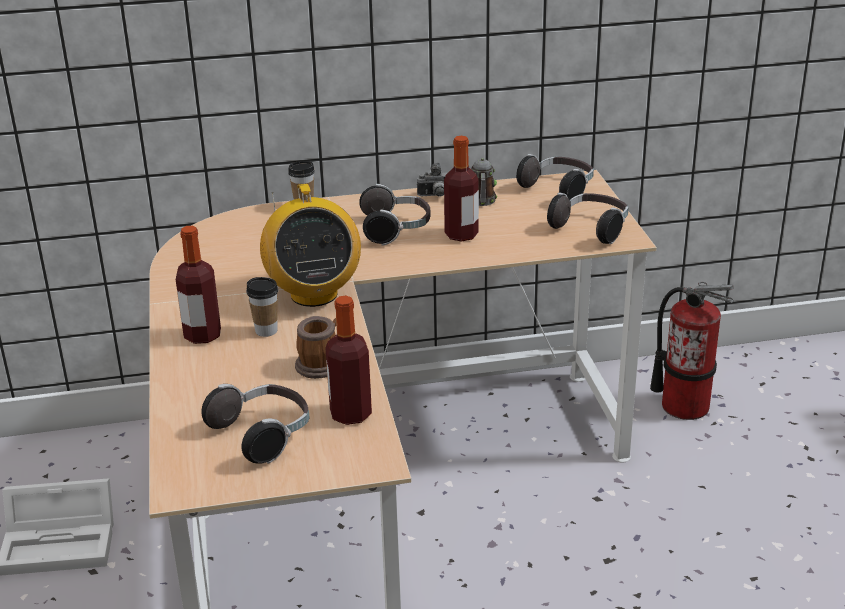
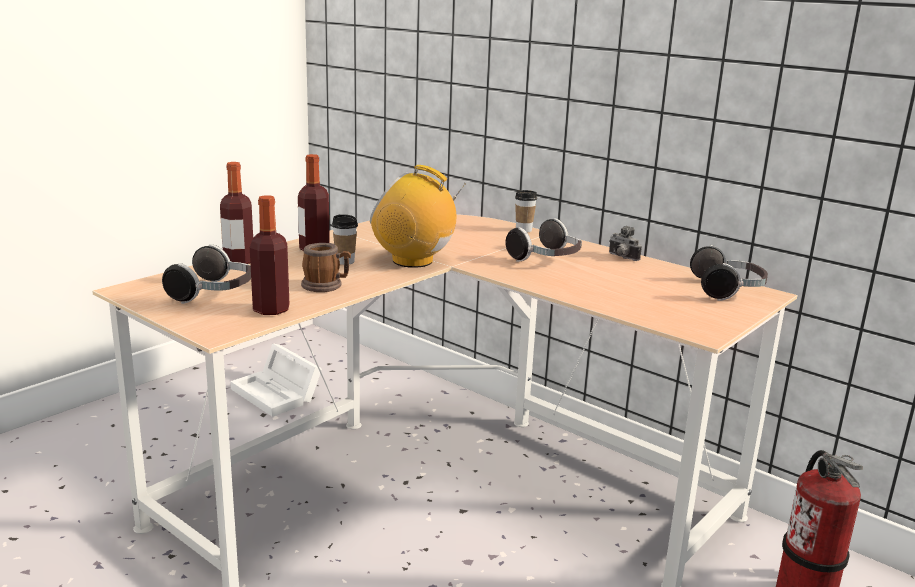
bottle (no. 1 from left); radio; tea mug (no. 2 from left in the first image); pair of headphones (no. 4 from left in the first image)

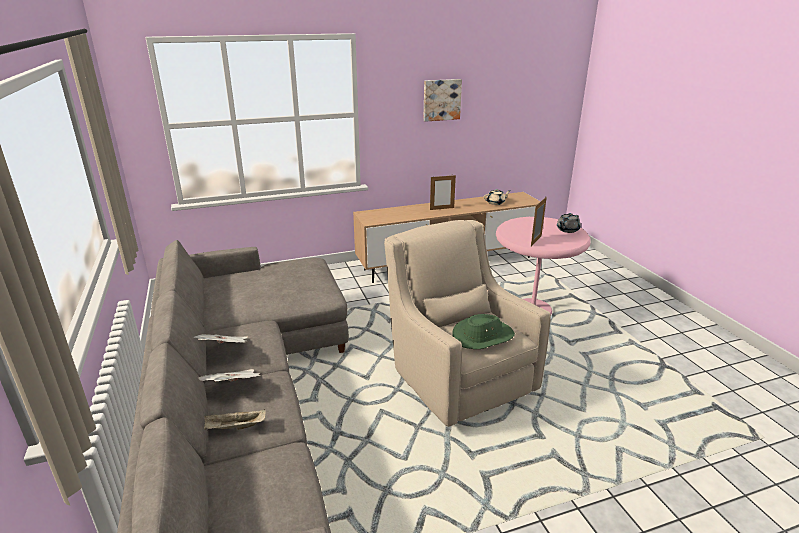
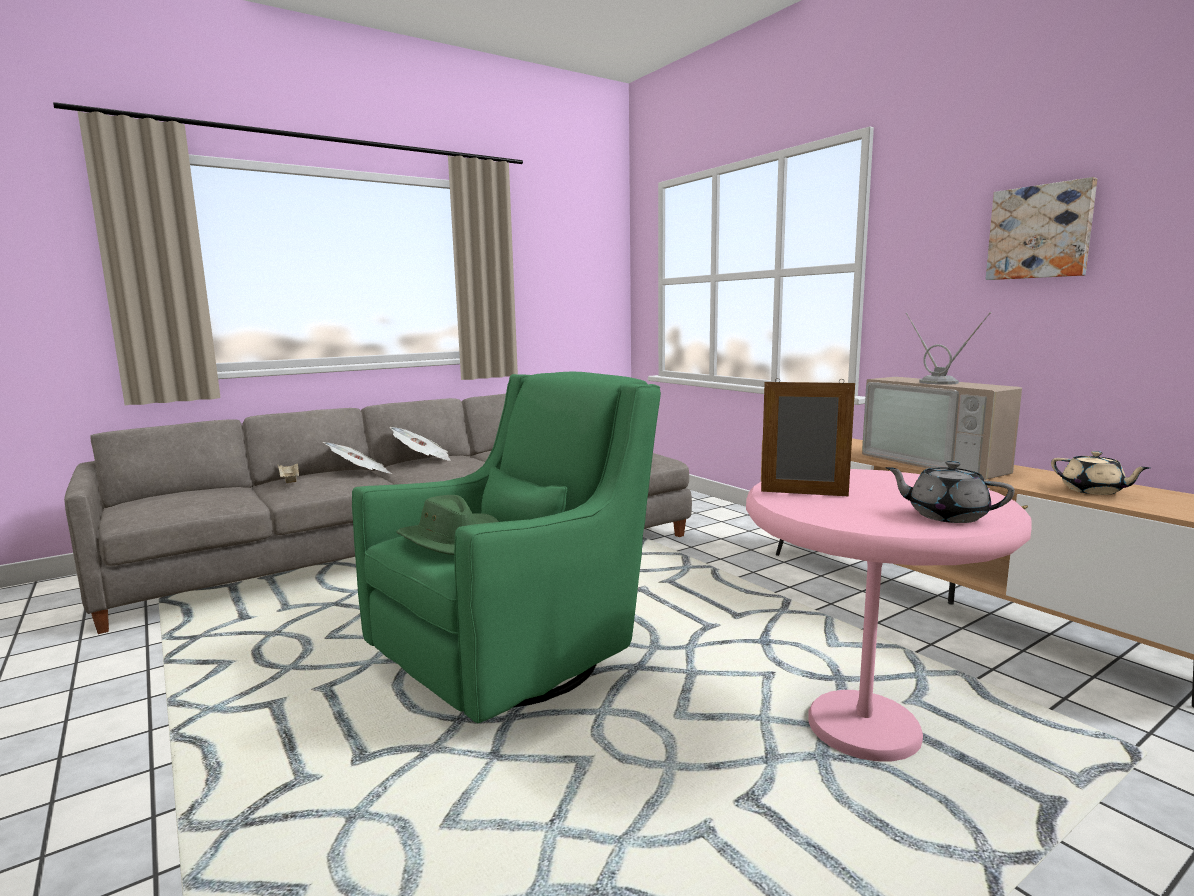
green lounge chair; television

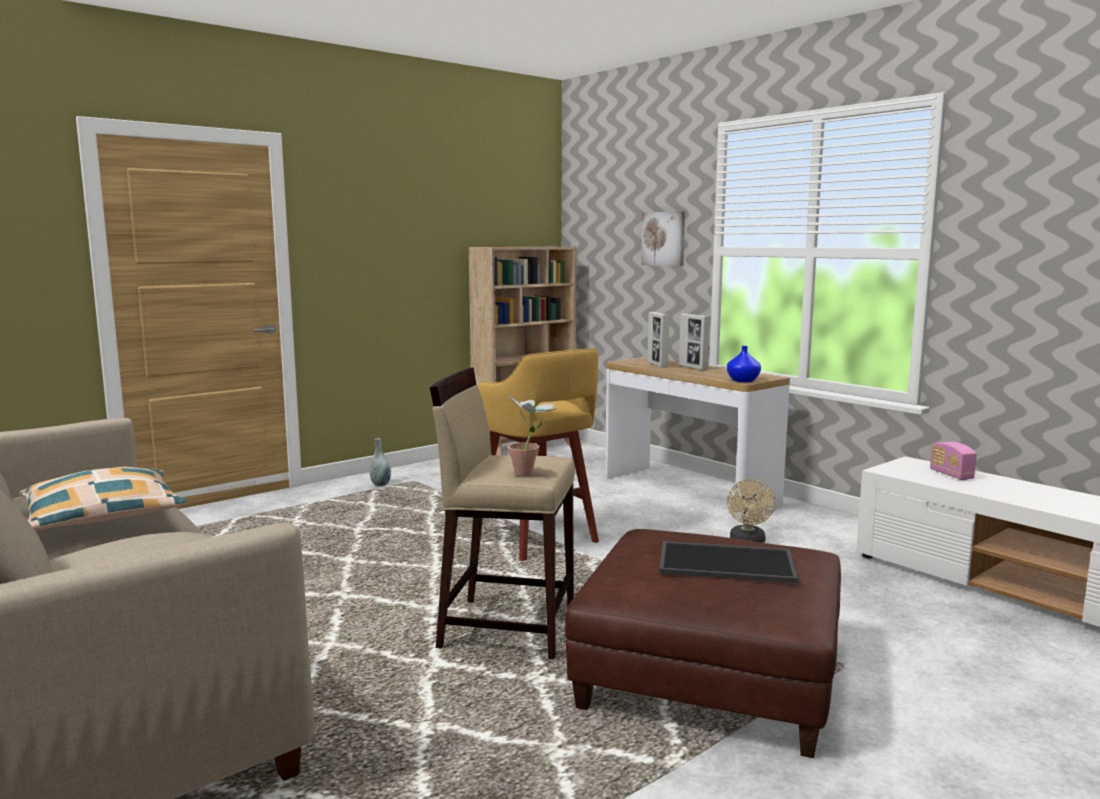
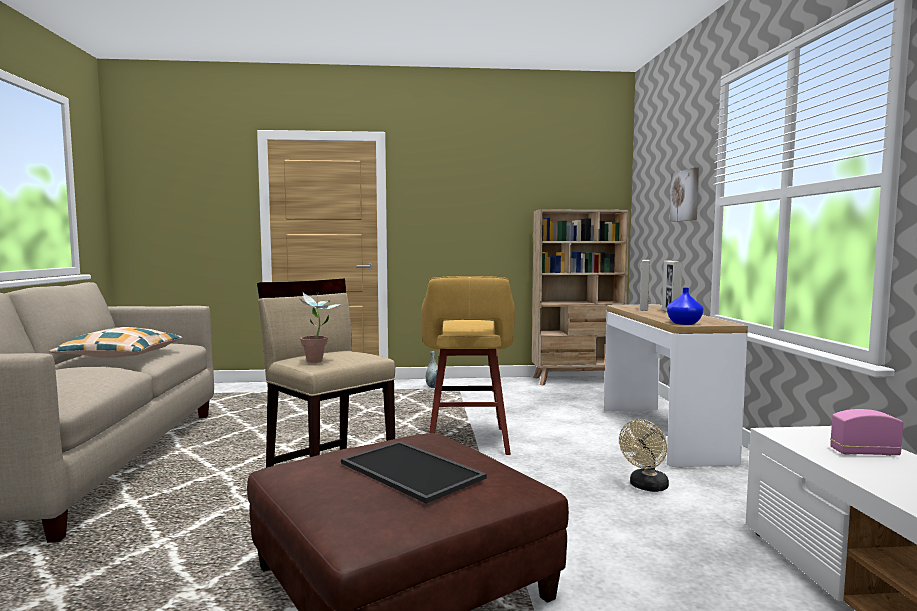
radio

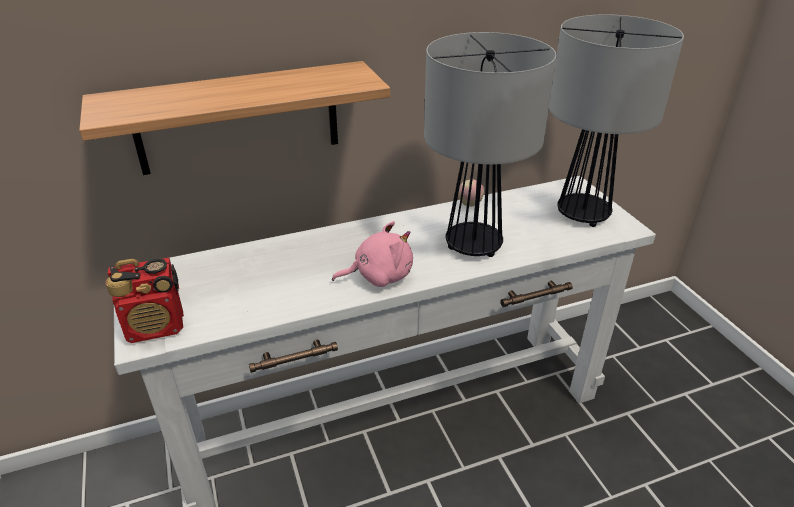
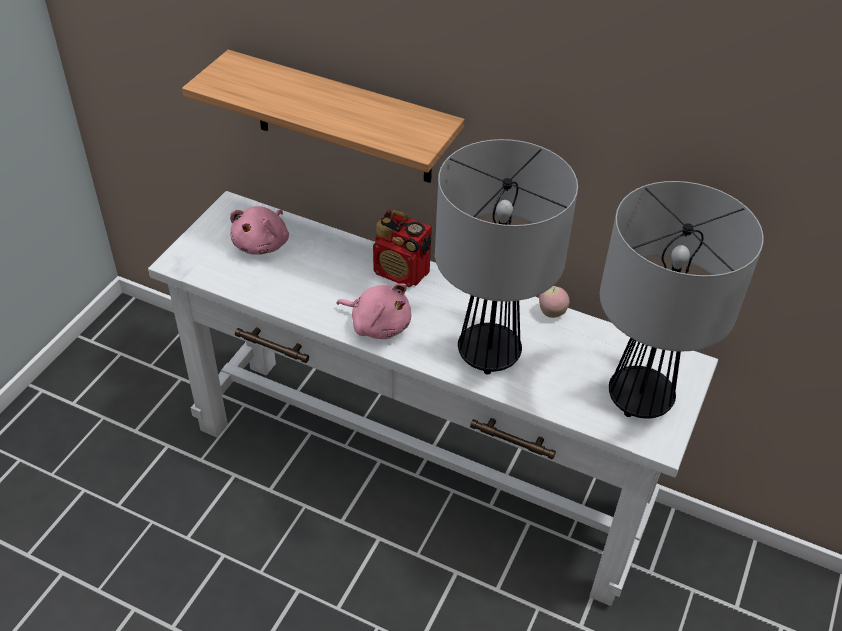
pink cuddly toy (no. 1 from left); radio

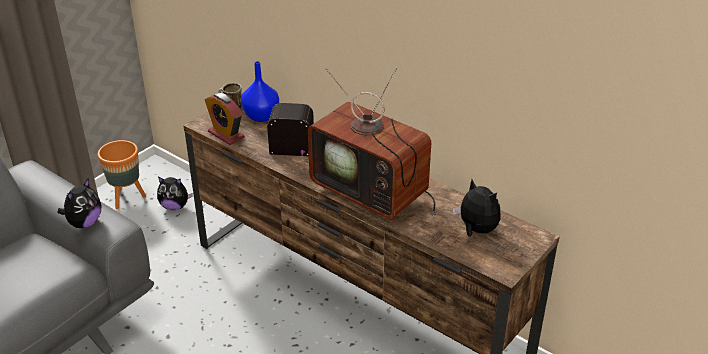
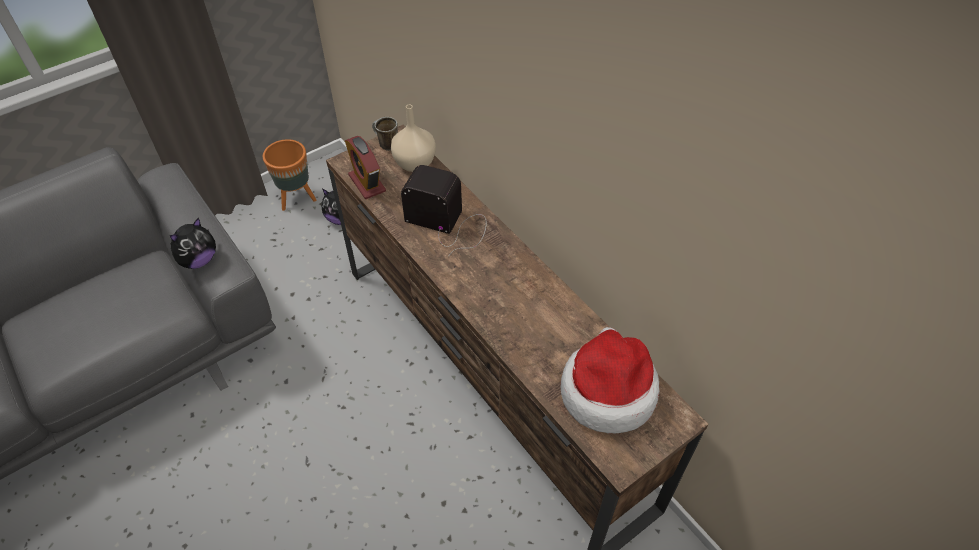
beige-coloured vase; hat; television

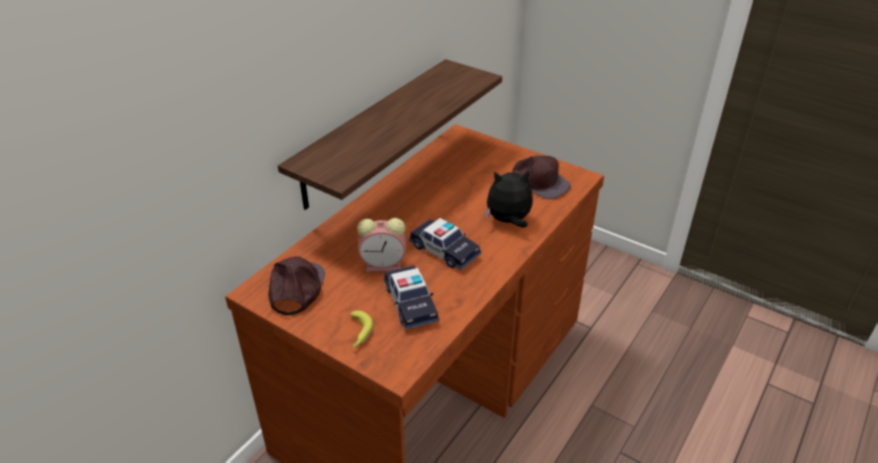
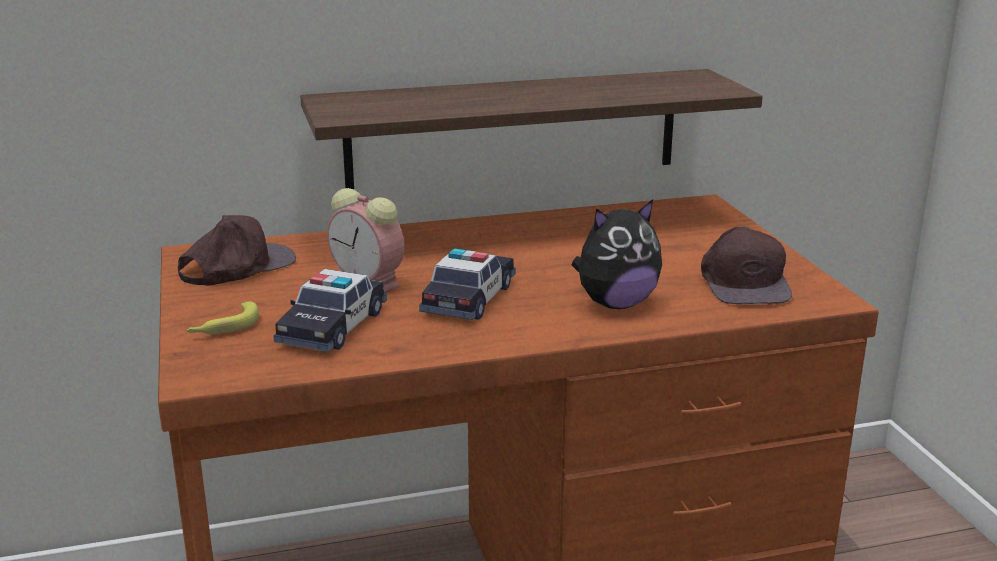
toy car (no. 2 from left); cuddly toy

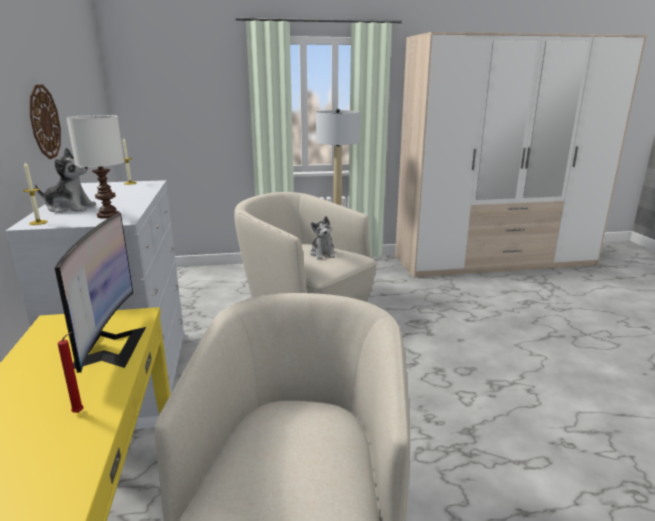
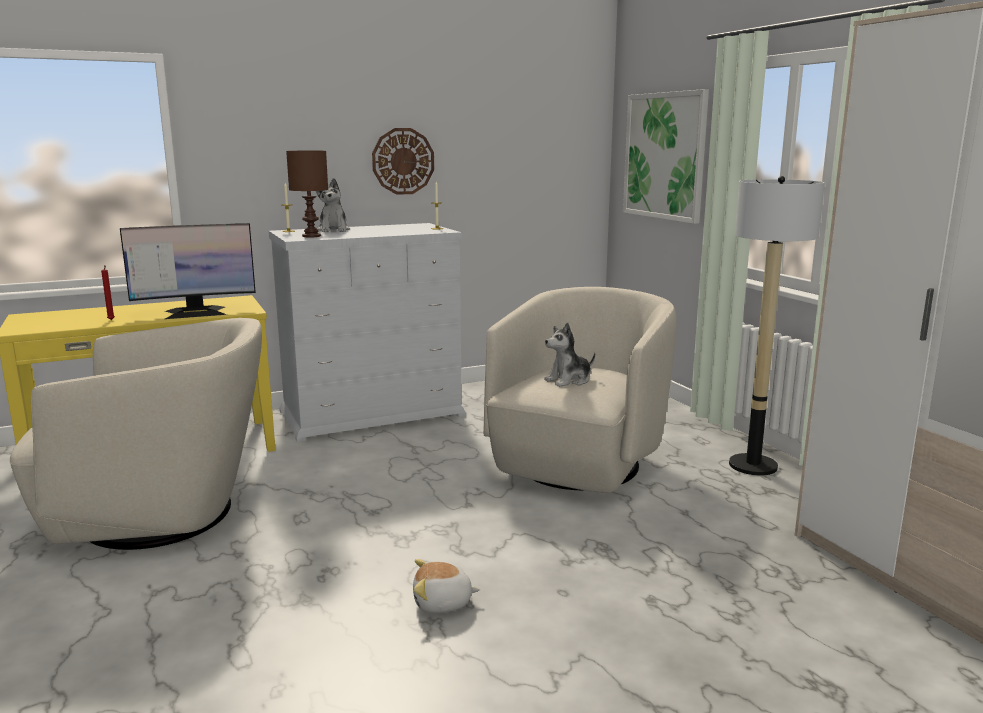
brown lamp for a table; cuddly toy (no. 2 from left); wall art

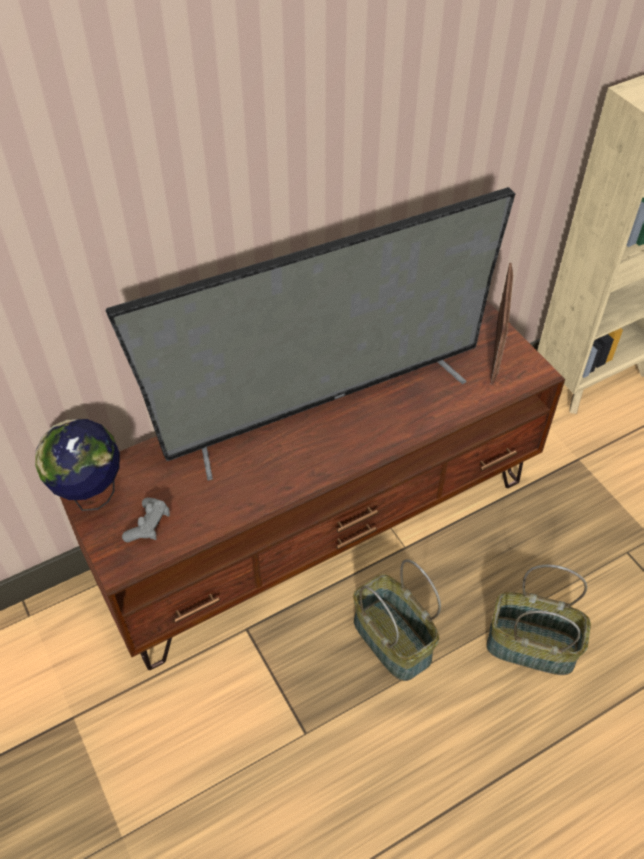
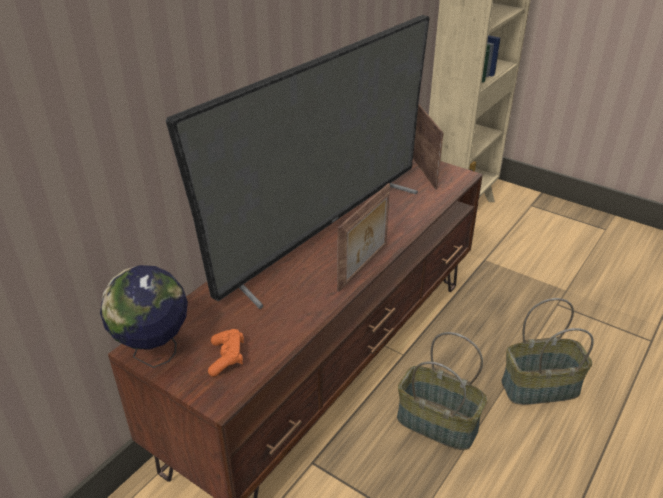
orange-coloured game controller; standing frame (no. 1 from left)

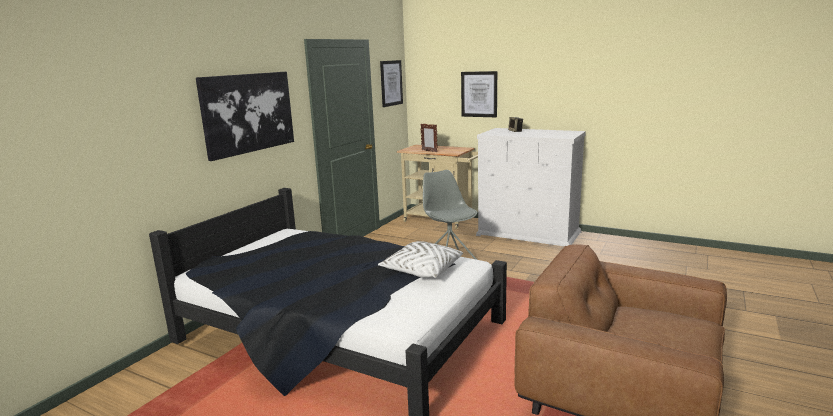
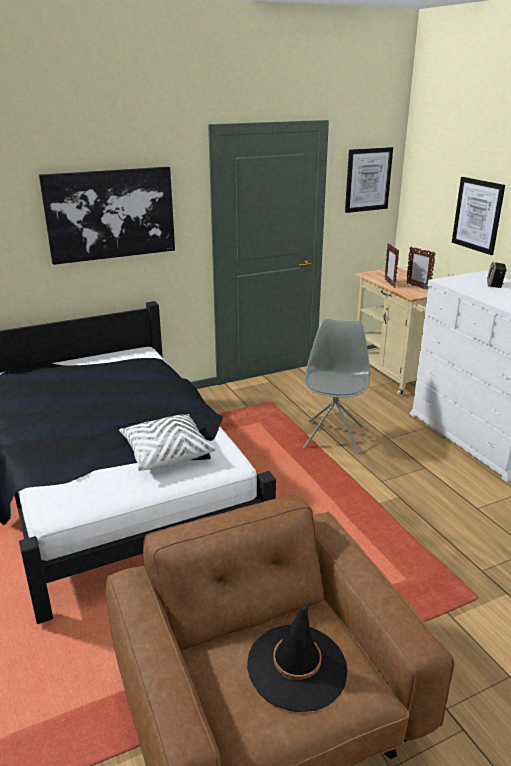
black-coloured hat; standing frame (no. 2 from left)

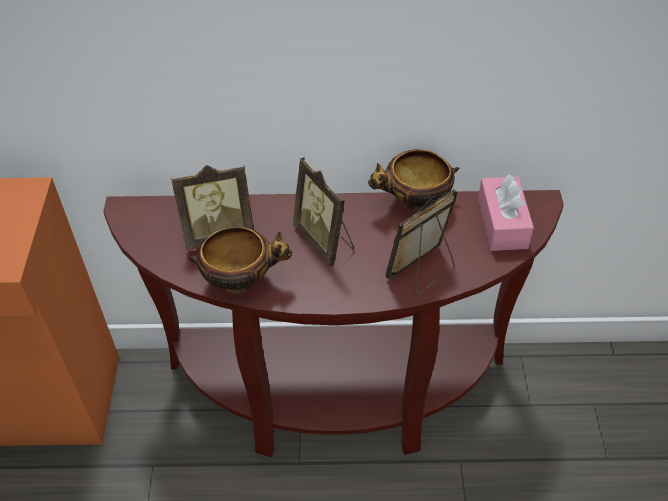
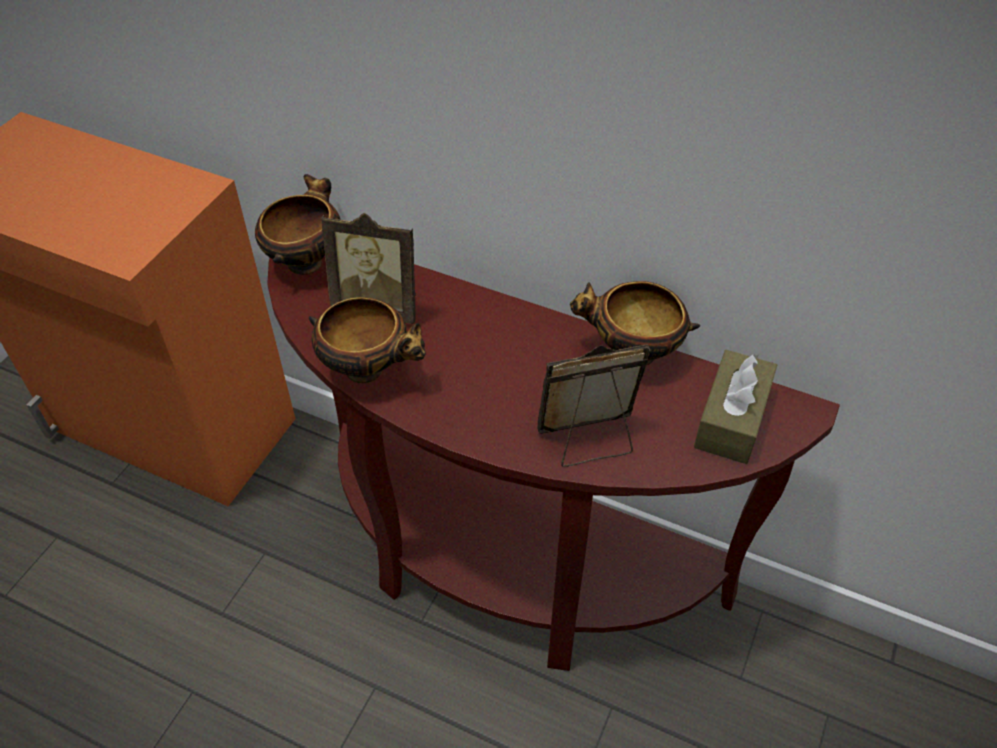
serving bowl (no. 1 from left); brown tissue holder; standing frame (no. 2 from left in the first image)

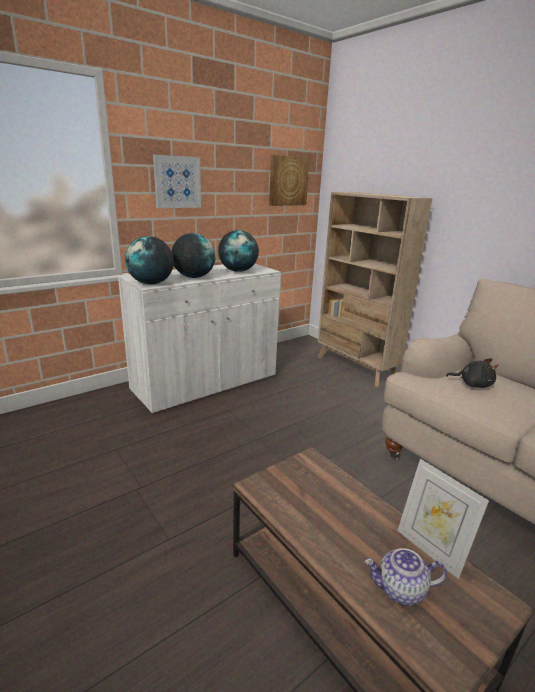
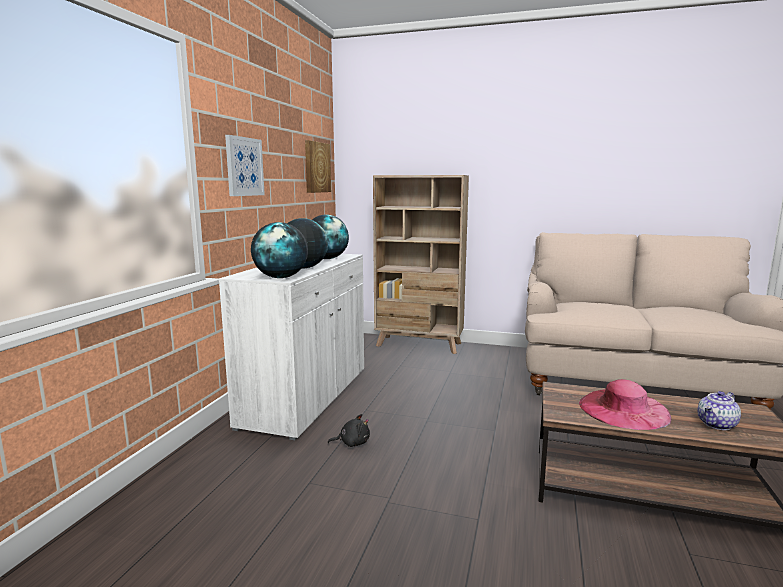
black-coloured cuddly toy; pink hat; standing frame

